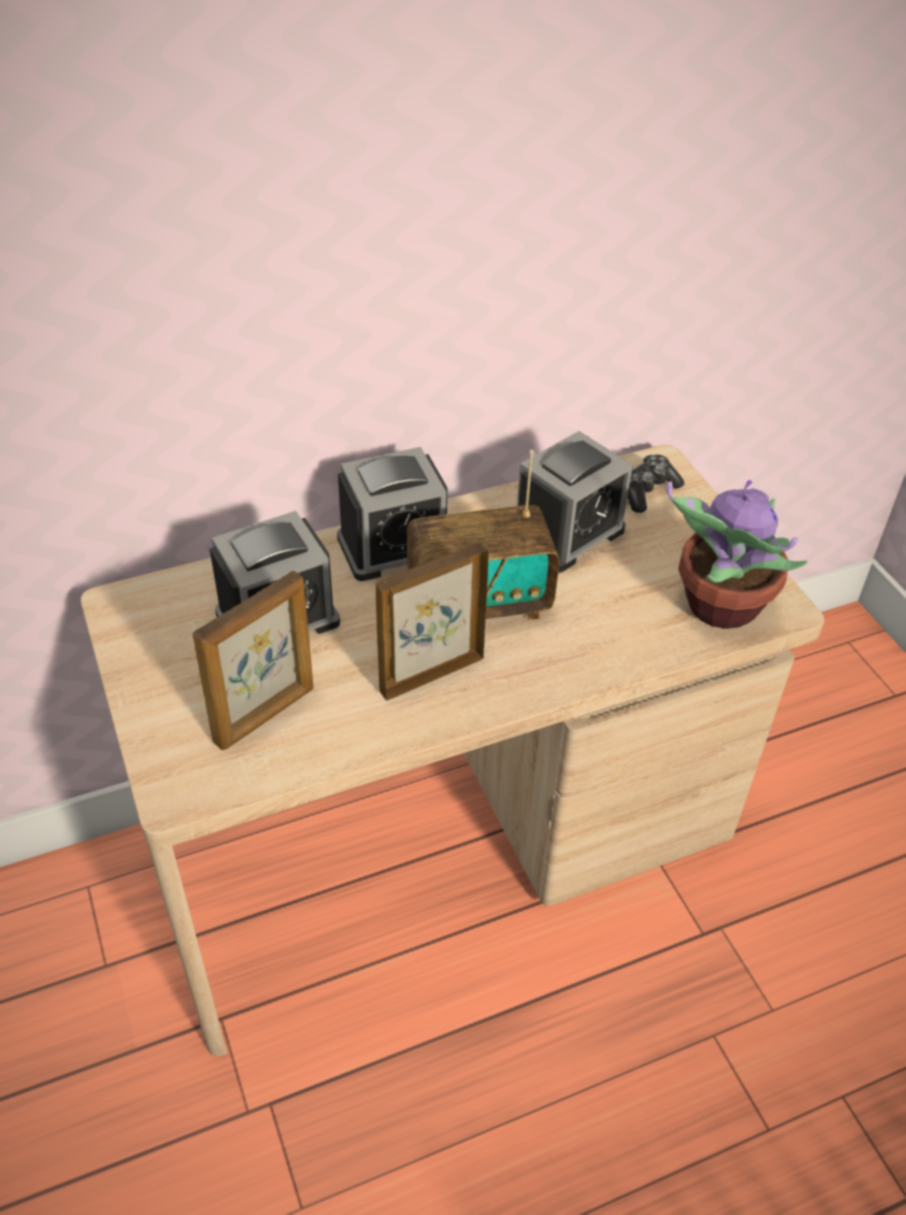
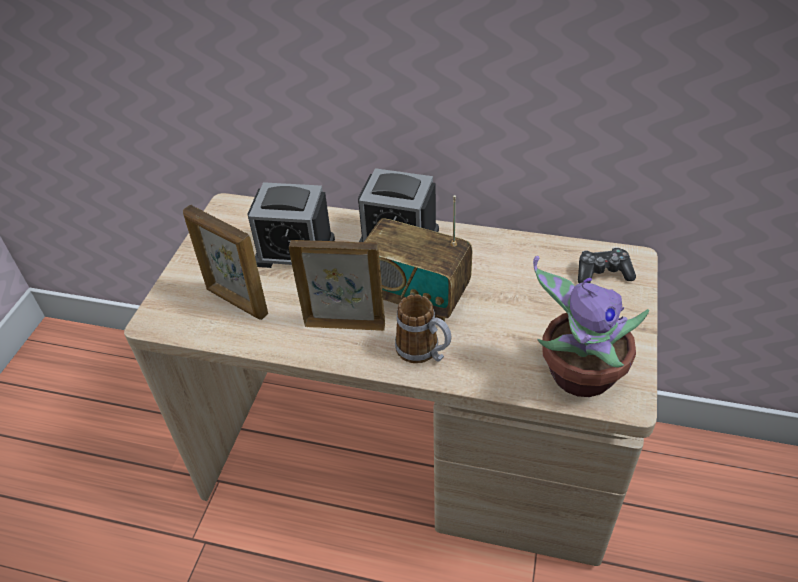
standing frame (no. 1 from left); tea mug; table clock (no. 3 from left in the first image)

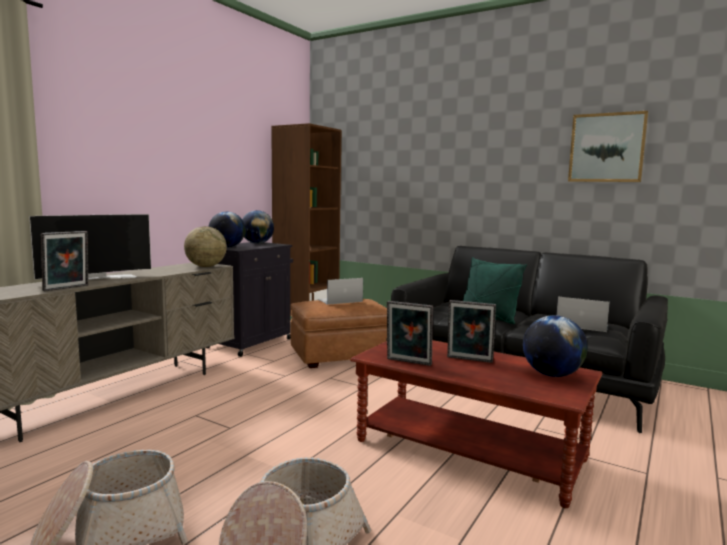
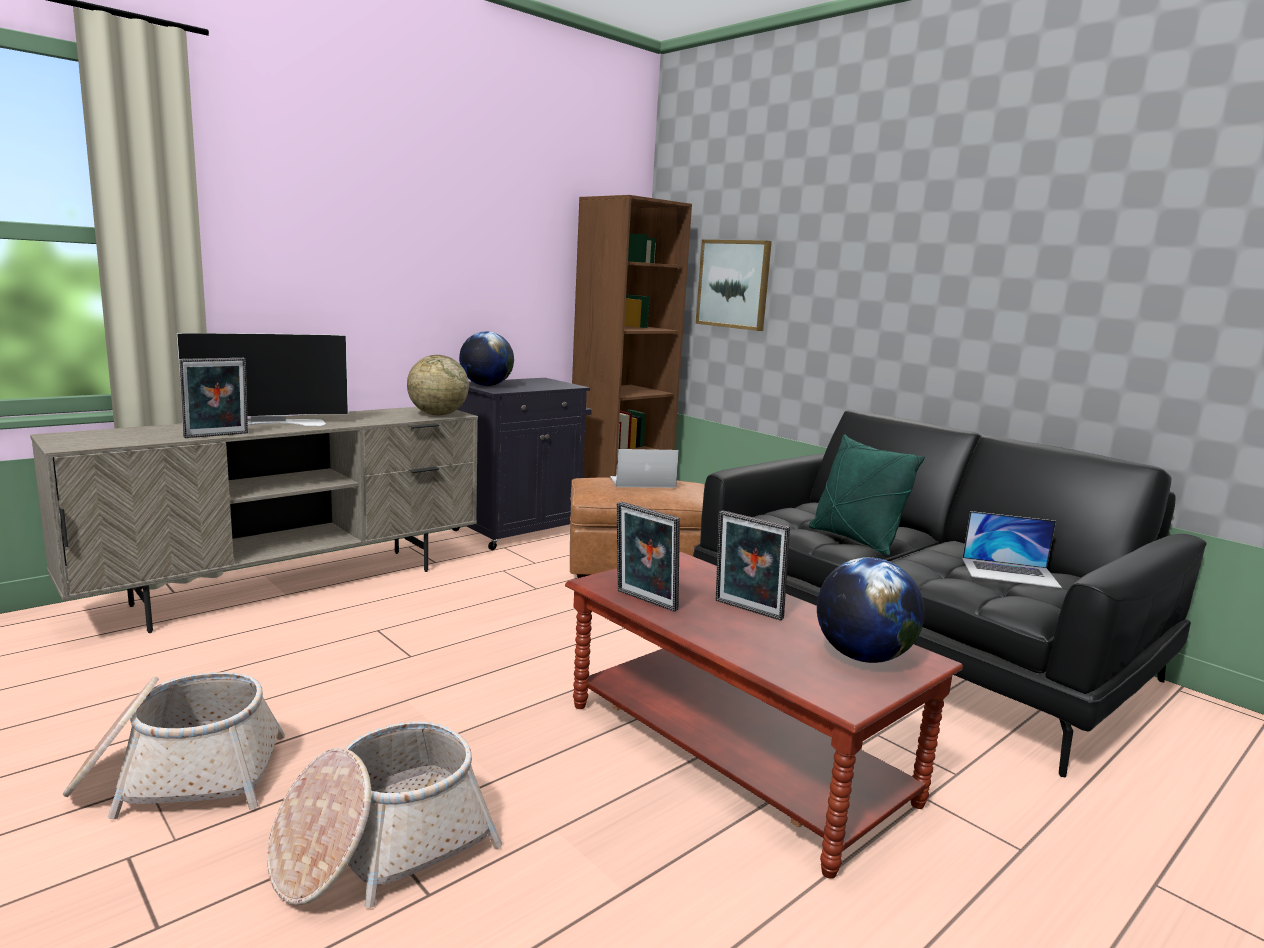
wall art; portable computer (no. 2 from left); world globe (no. 3 from left in the first image)

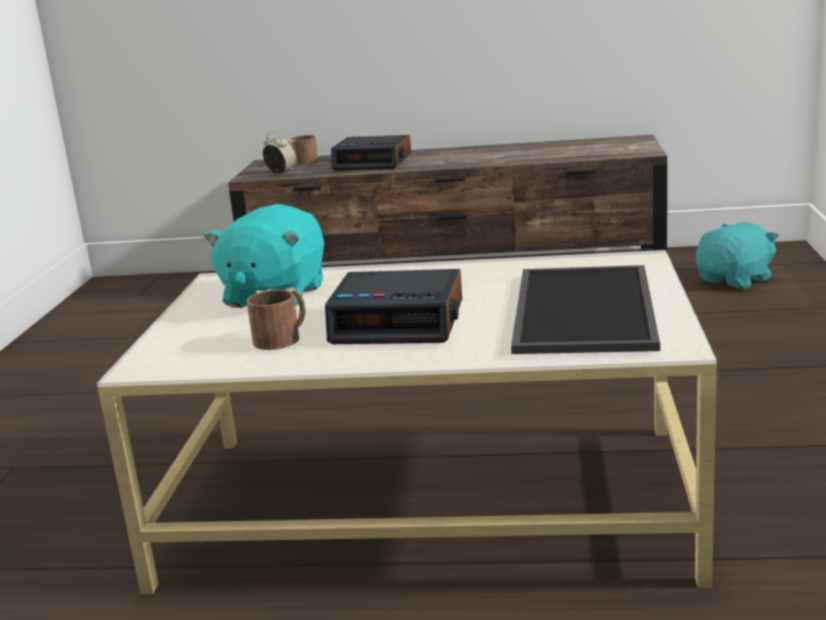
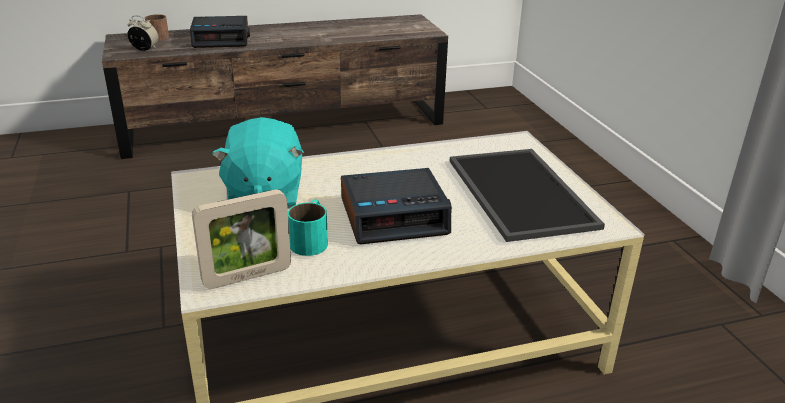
standing frame; turquoise tea mug; turquoise cuddly toy (no. 2 from left in the first image)

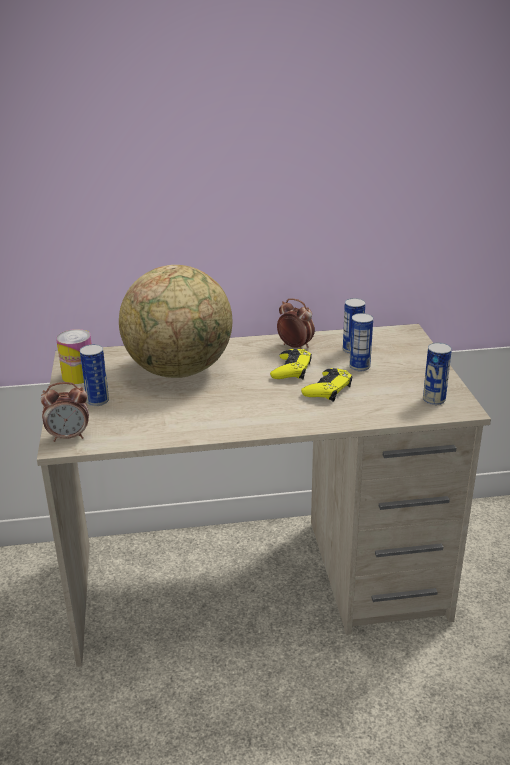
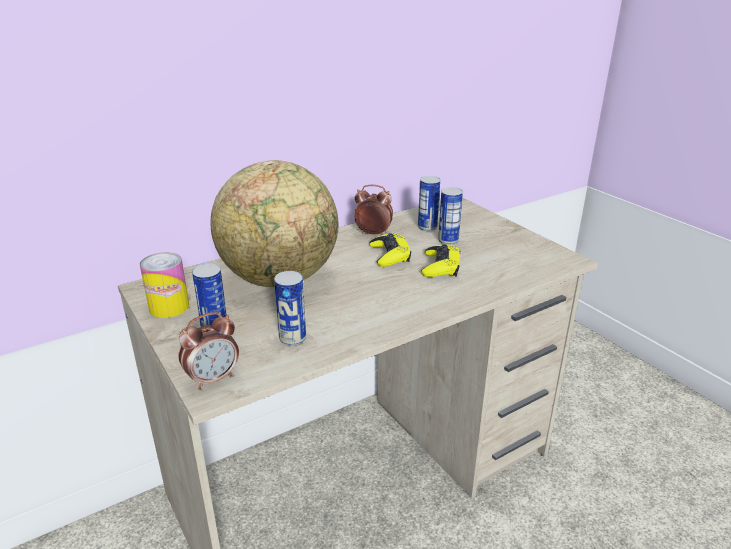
sealed can (no. 3 from left)

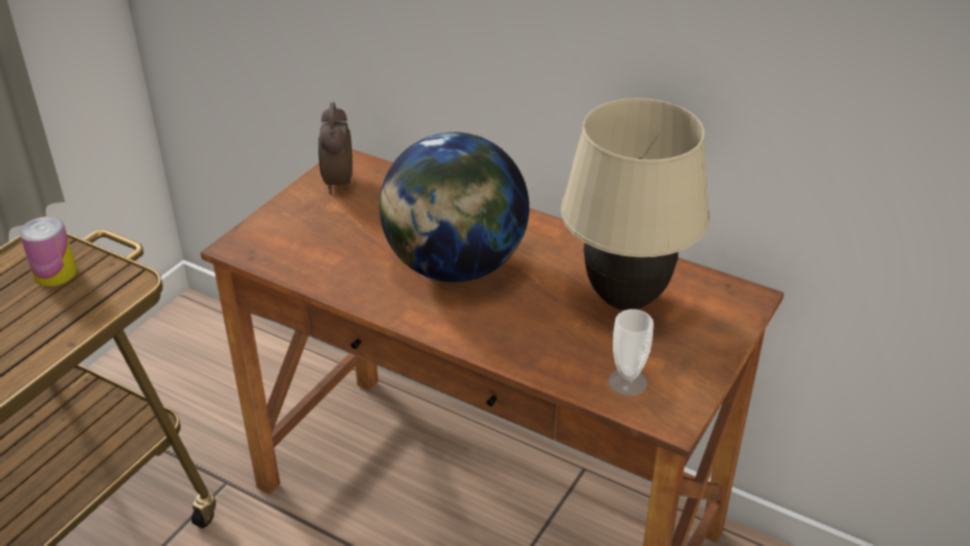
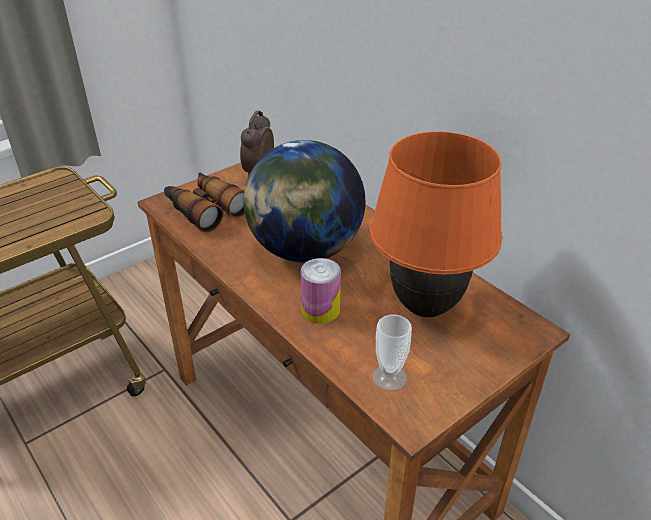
binoculars; sealed can; orange-coloured lamp for a table

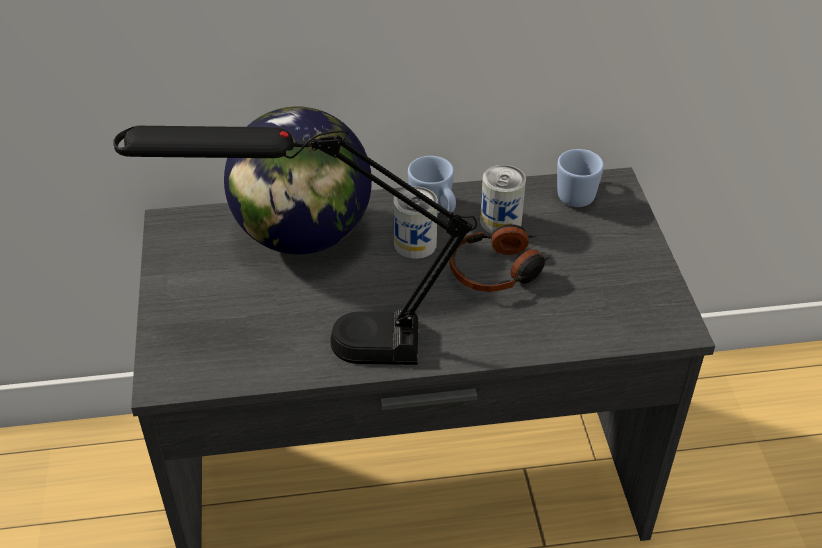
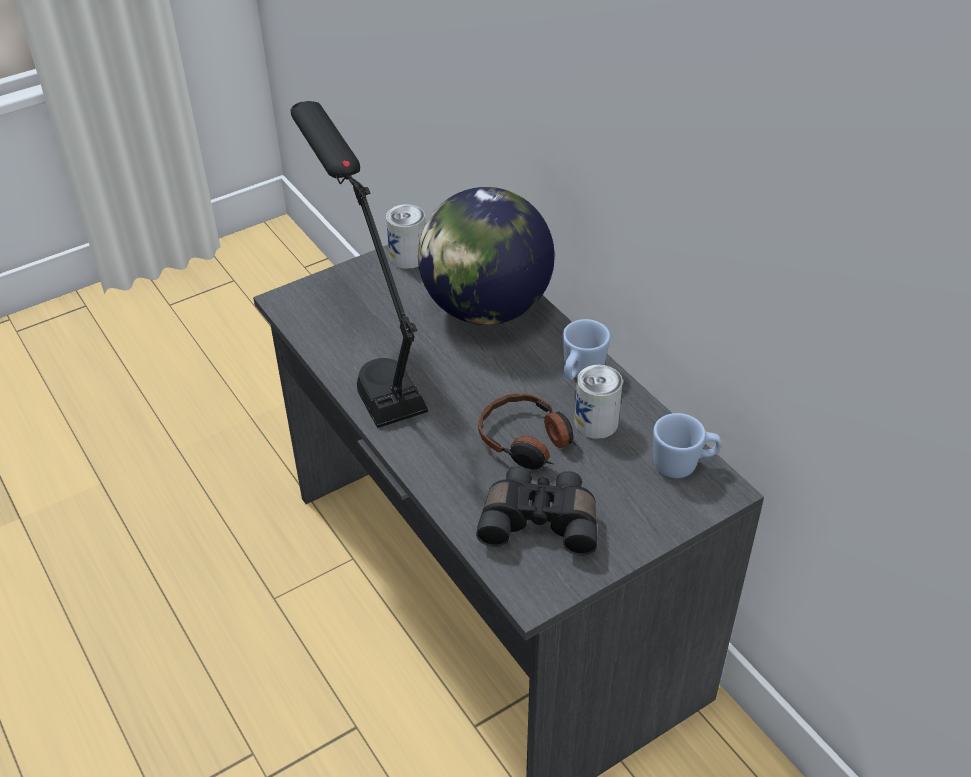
sealed can (no. 1 from left); black-coloured binoculars

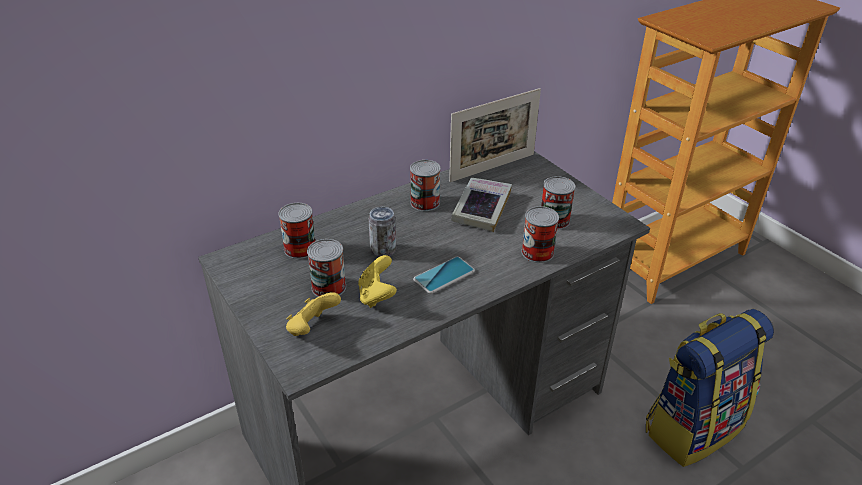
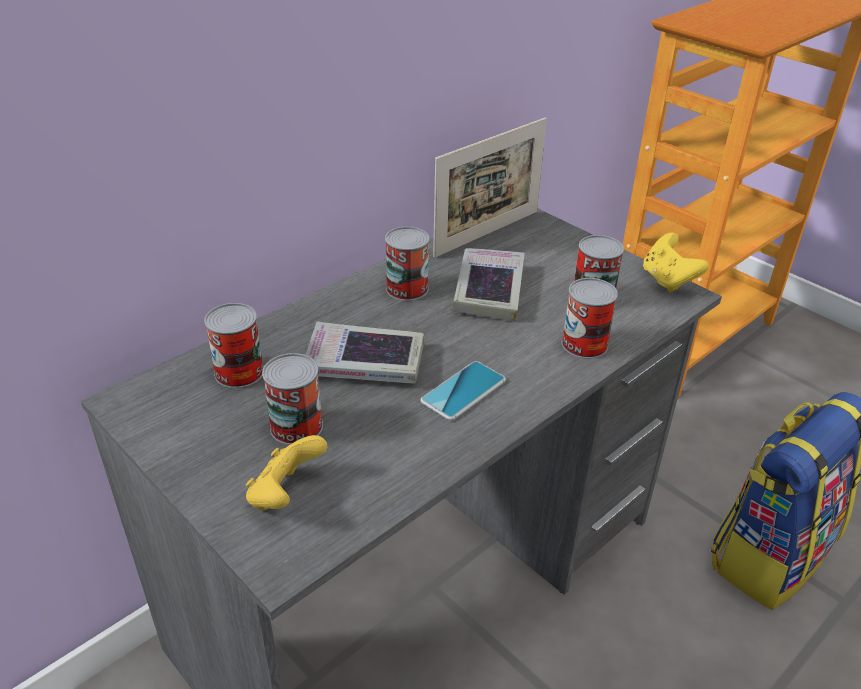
book (no. 1 from left); yellow game controller (no. 2 from left)

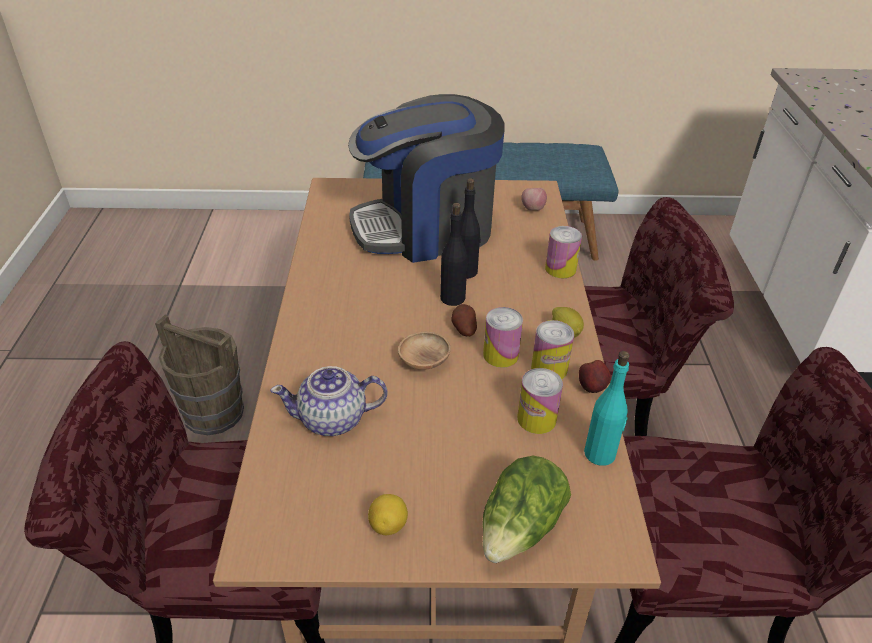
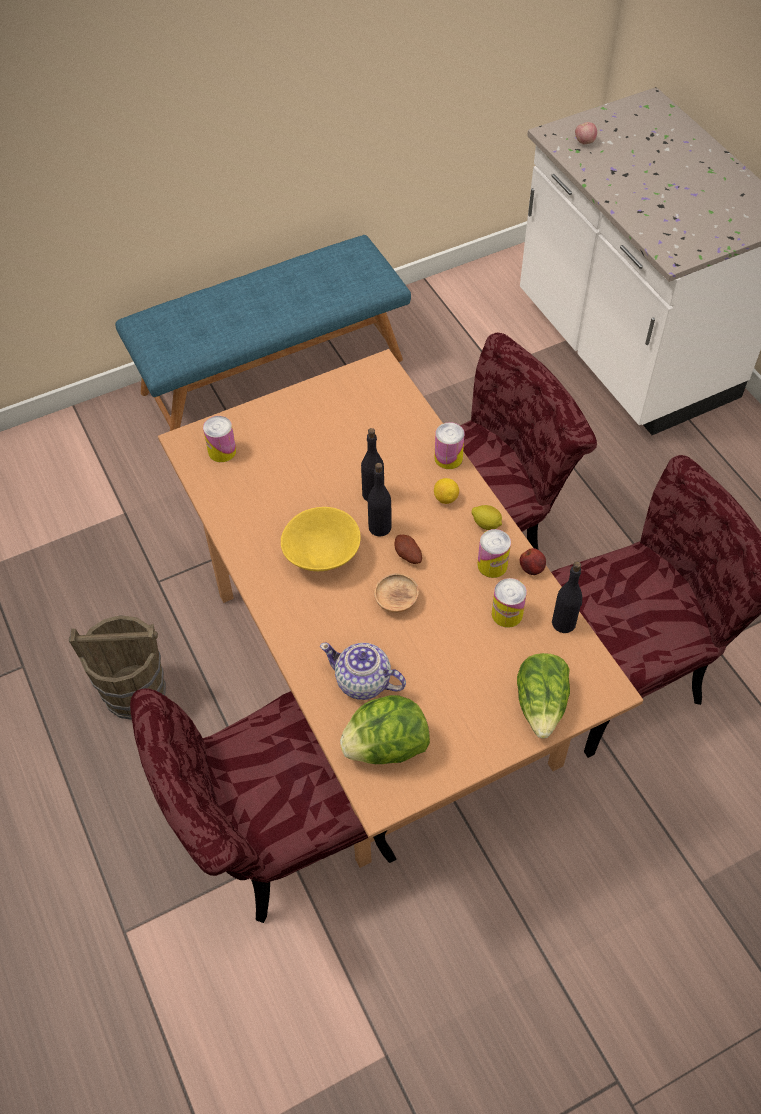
sealed can (no. 1 from left); yellow serving bowl; tea pot; head of lettuce (no. 1 from left); lemon (no. 1 from left); black-coloured bottle (no. 3 from left); apple (no. 2 from left); coffee maker

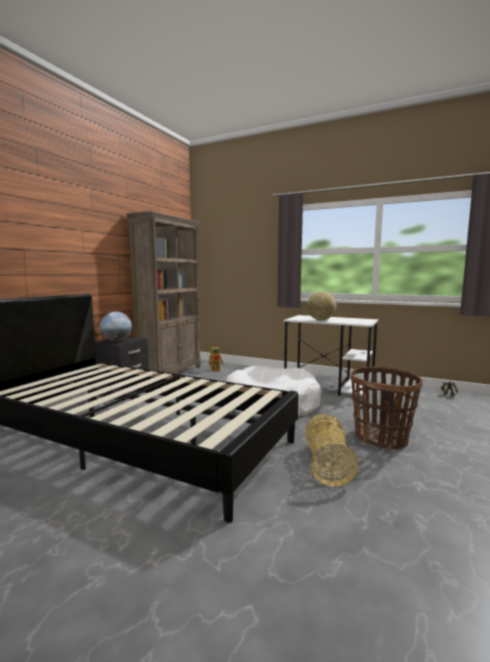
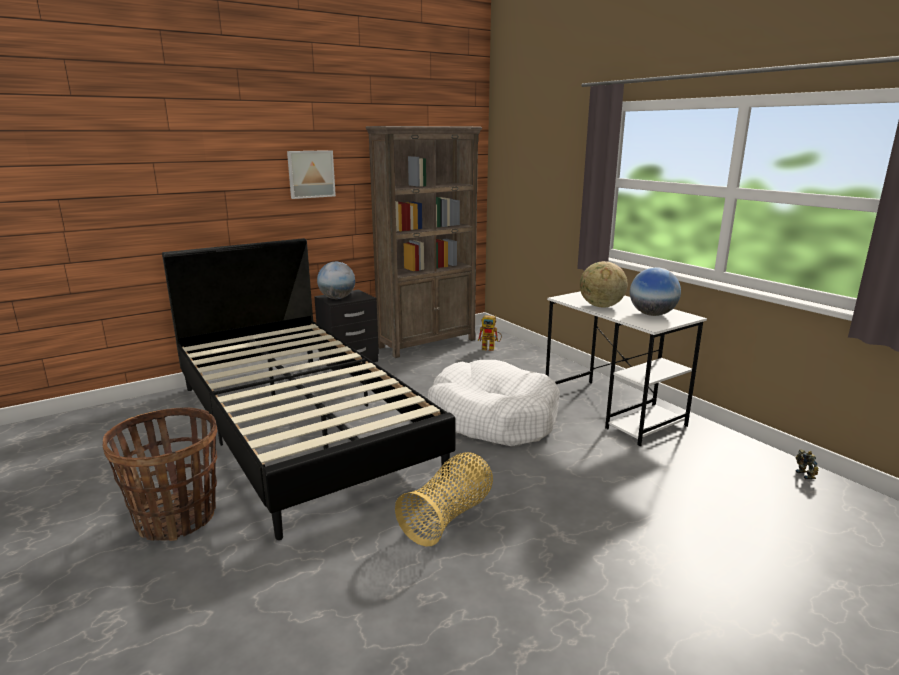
storage basket (no. 1 from left); wall art; world globe (no. 3 from left)

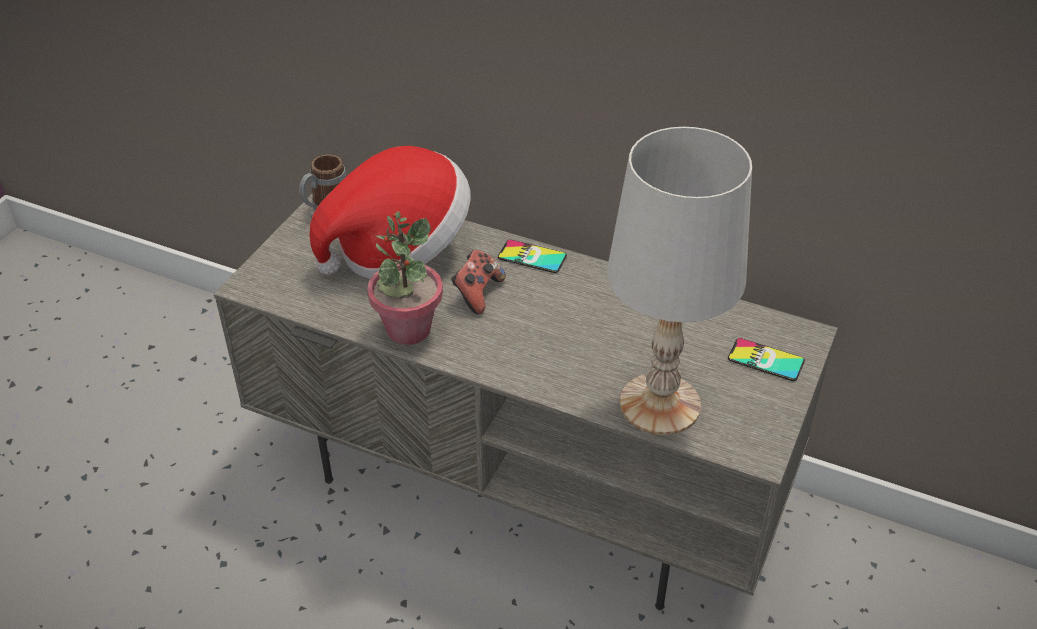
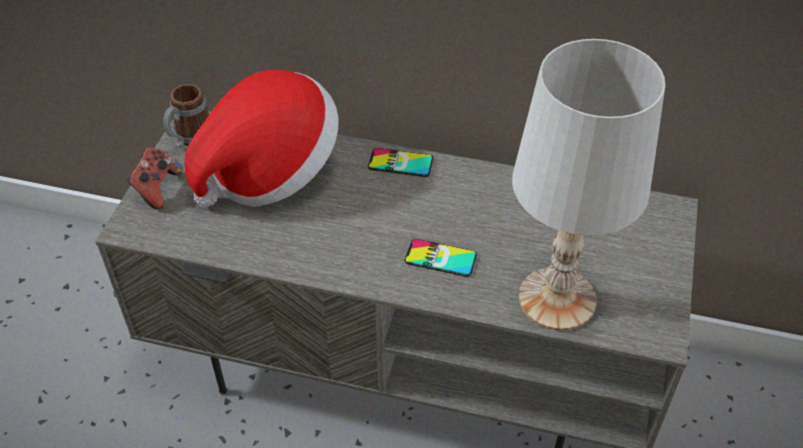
game controller; handset (no. 2 from left); potted plant

